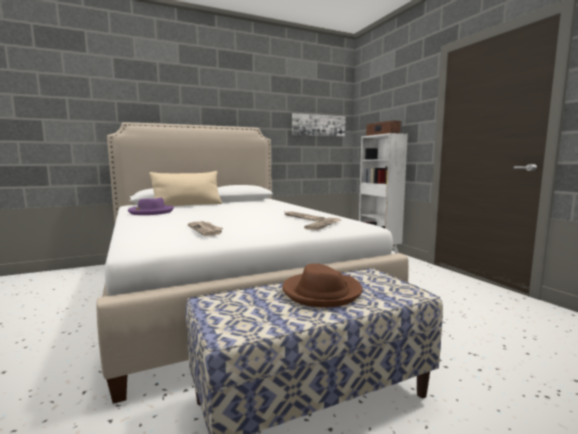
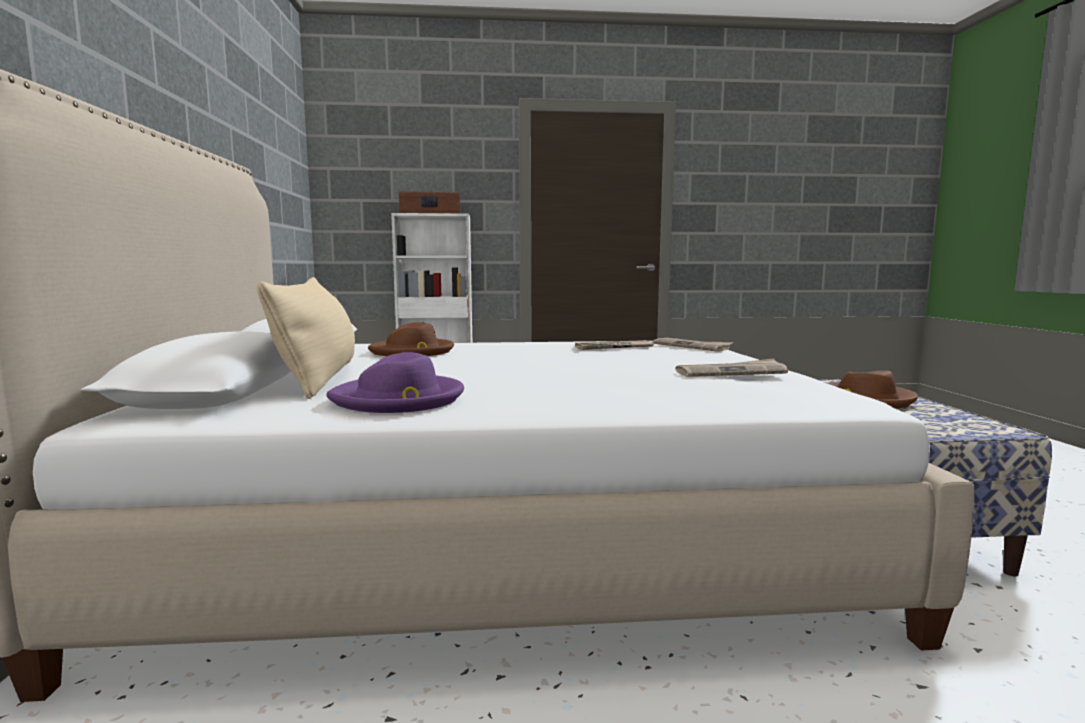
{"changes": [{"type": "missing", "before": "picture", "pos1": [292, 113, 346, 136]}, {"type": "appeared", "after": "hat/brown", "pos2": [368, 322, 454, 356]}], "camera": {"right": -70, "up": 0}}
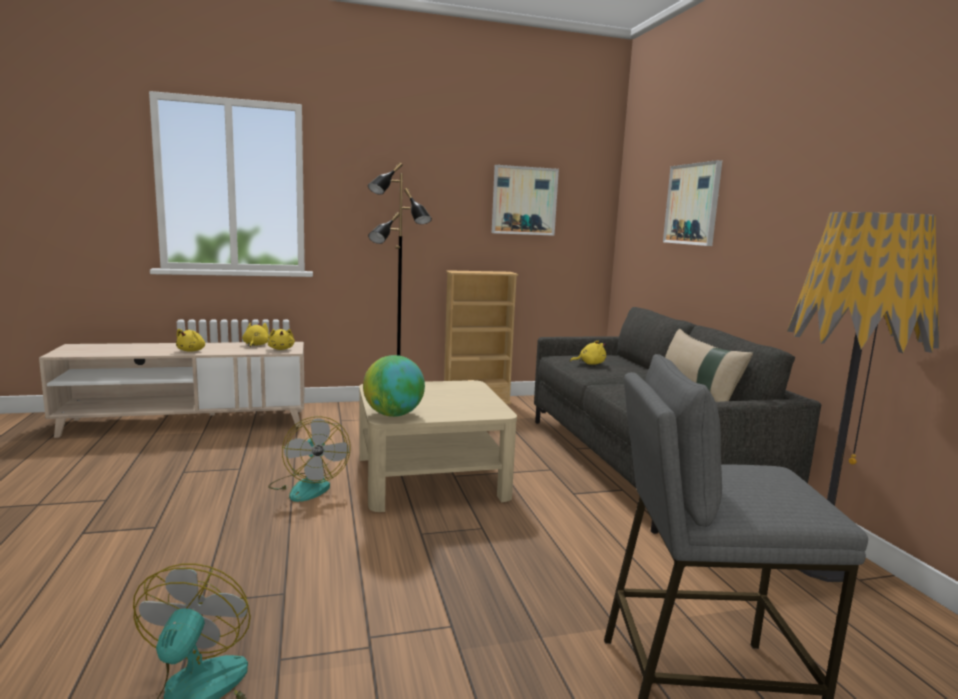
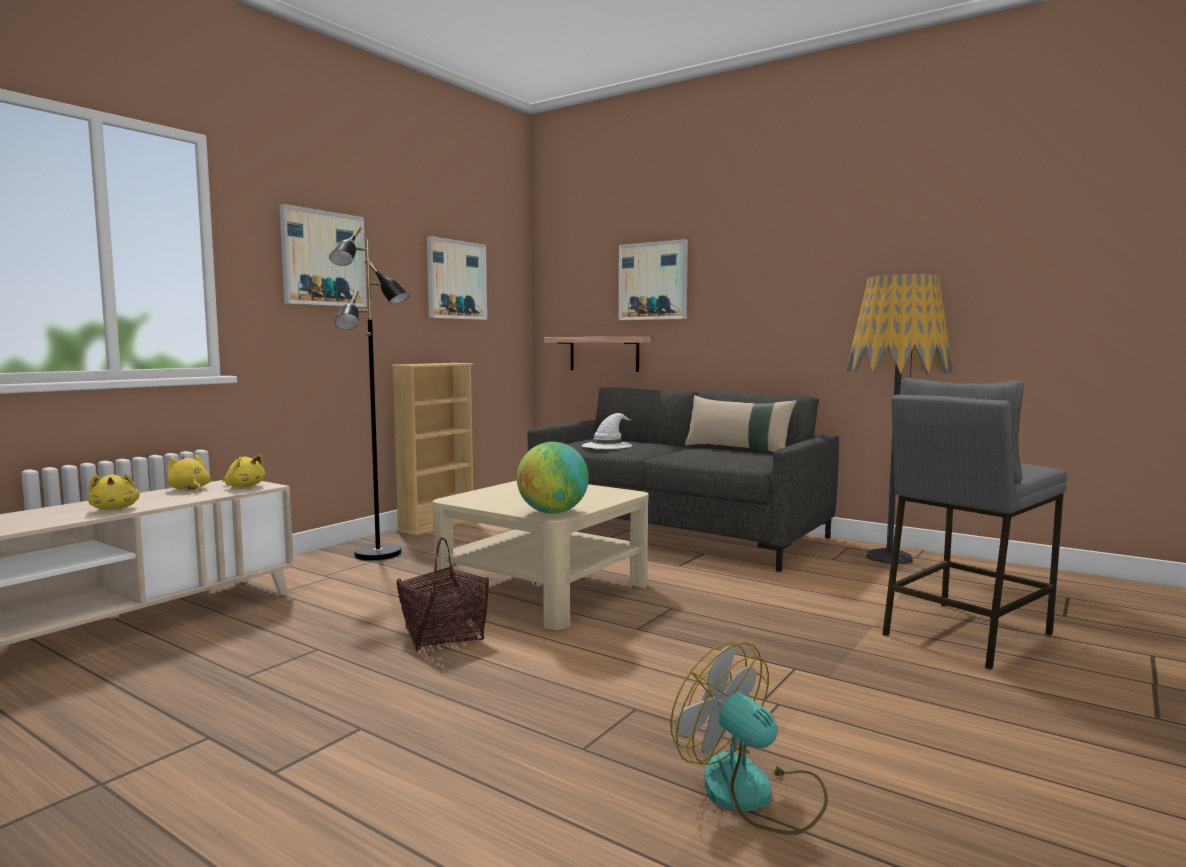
{"changes": [{"type": "exchanged", "before": "fan", "after": "basket", "pos1": [268, 416, 350, 502], "pos2": [396, 537, 489, 652]}, {"type": "exchanged", "before": "plush toy/yellow", "after": "hat/white", "pos1": [570, 340, 606, 365], "pos2": [582, 413, 633, 449]}, {"type": "appeared", "after": "picture", "pos2": [280, 204, 367, 307]}, {"type": "appeared", "after": "shelf", "pos2": [544, 337, 651, 372]}], "camera": {"right": -40, "up": -5}}
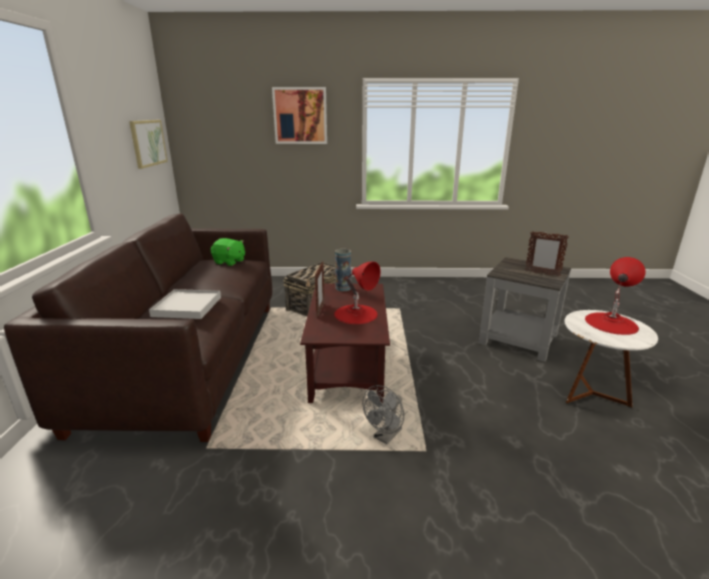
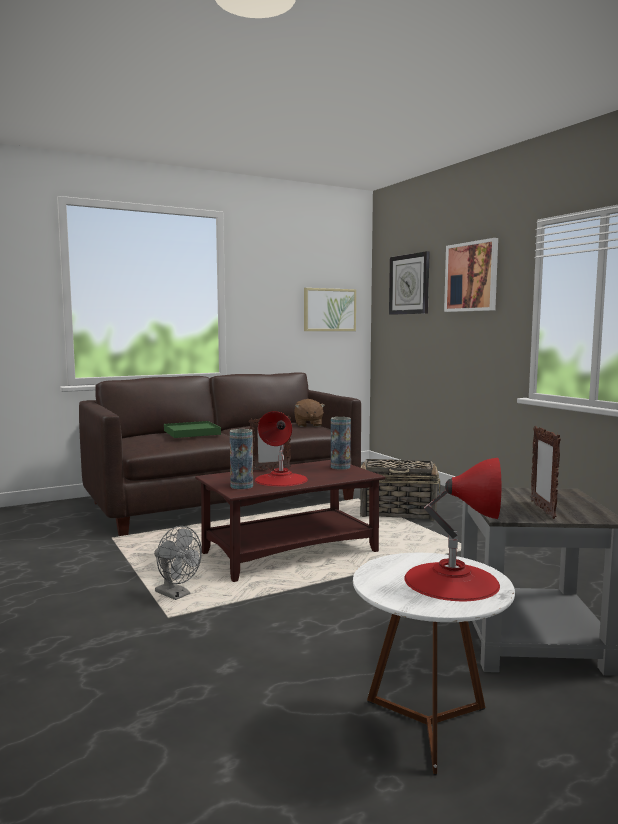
{"changes": [{"type": "colour", "before": "tray/white", "after": "tray/green", "pos1": [149, 289, 221, 319], "pos2": [164, 421, 221, 438]}, {"type": "colour", "before": "plush toy/green", "after": "plush toy/brown", "pos1": [211, 238, 245, 266], "pos2": [294, 399, 325, 427]}, {"type": "spun", "before": "fan/grey", "pos1": [363, 385, 404, 444], "pos2": [154, 526, 202, 600], "turn": -150}, {"type": "appeared", "after": "vase", "pos2": [230, 429, 253, 489]}, {"type": "appeared", "after": "wall clock", "pos2": [389, 251, 430, 315]}], "camera": {"right": 60, "up": -15}}
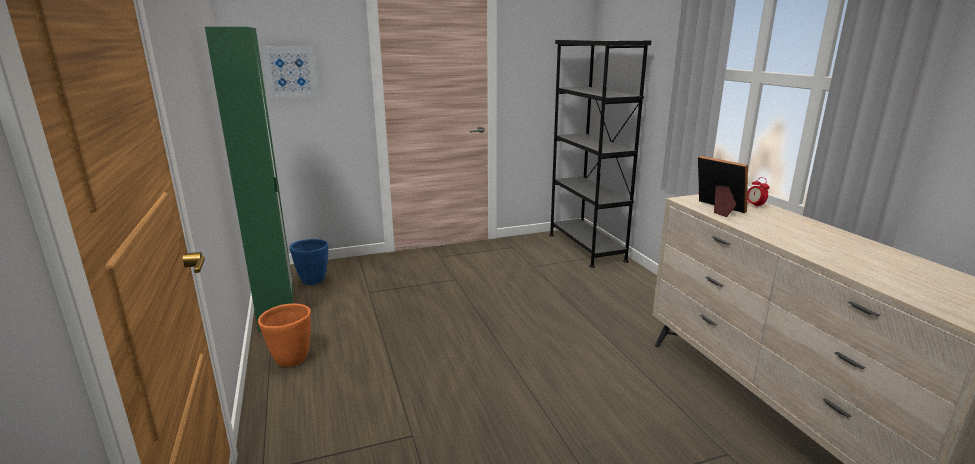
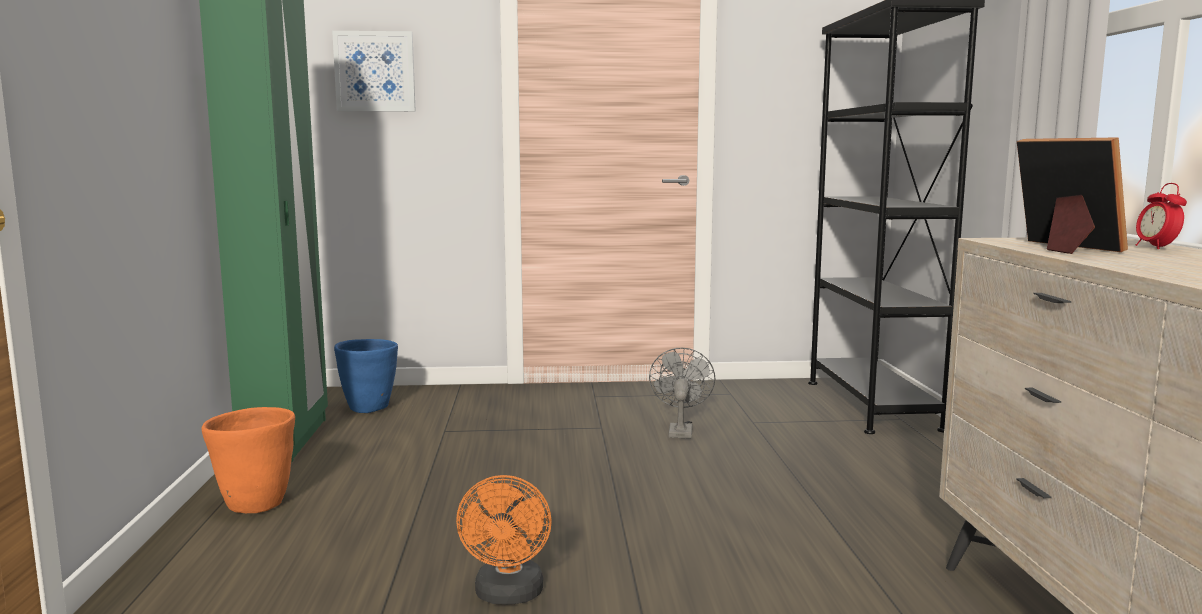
{"changes": [{"type": "appeared", "after": "fan/orange", "pos2": [456, 475, 552, 605]}, {"type": "appeared", "after": "fan/grey", "pos2": [649, 348, 715, 439]}], "camera": {"right": 15, "up": -10}}
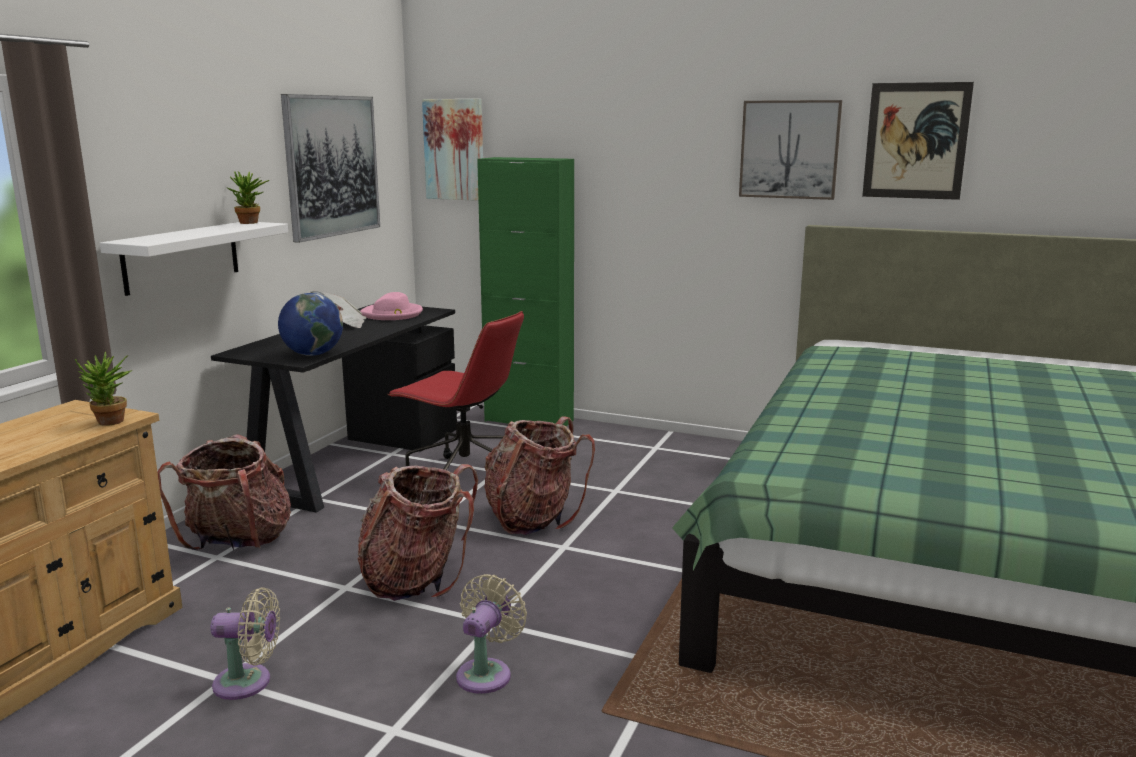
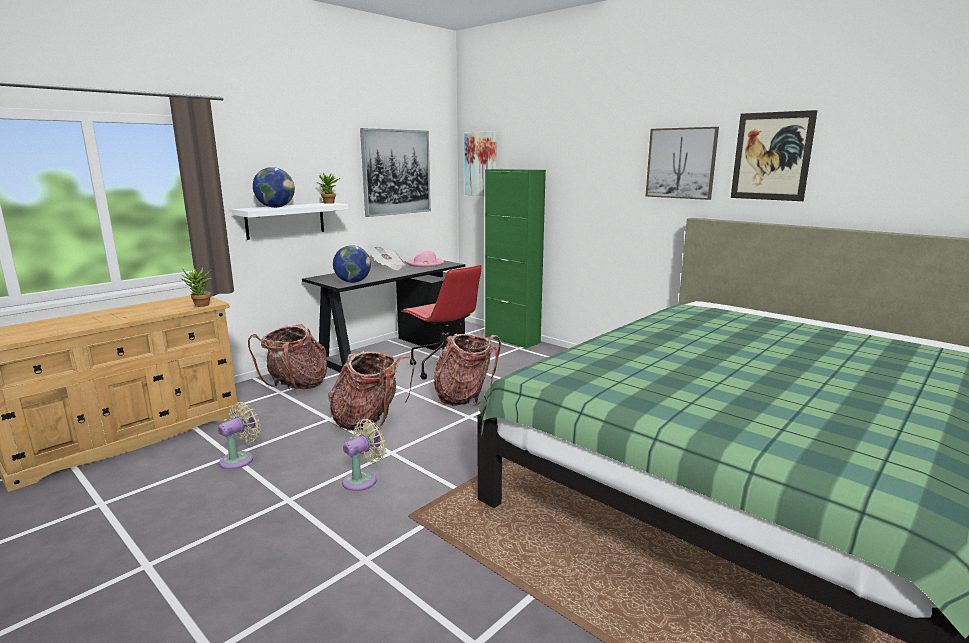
{"changes": [{"type": "spun", "before": "fan/beige", "pos1": [210, 587, 280, 700], "pos2": [218, 402, 261, 470], "turn": -75}, {"type": "appeared", "after": "globe", "pos2": [253, 167, 295, 208]}], "camera": {"right": 20, "up": 0}}
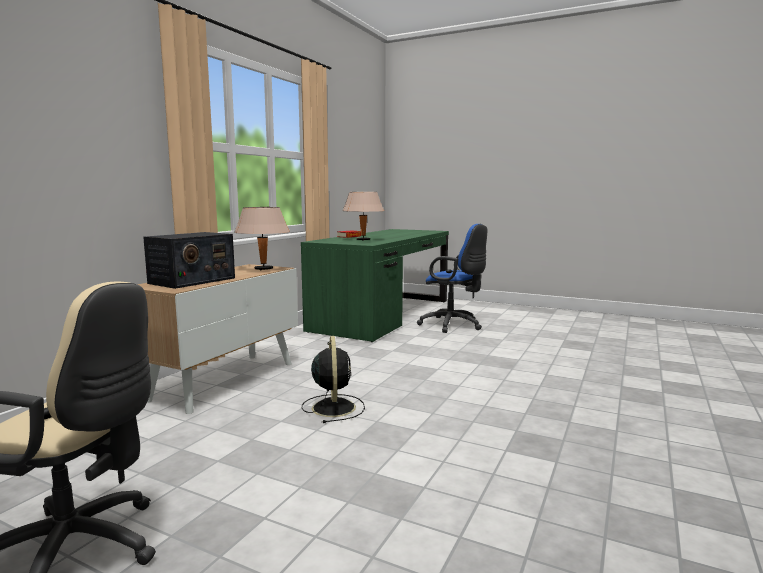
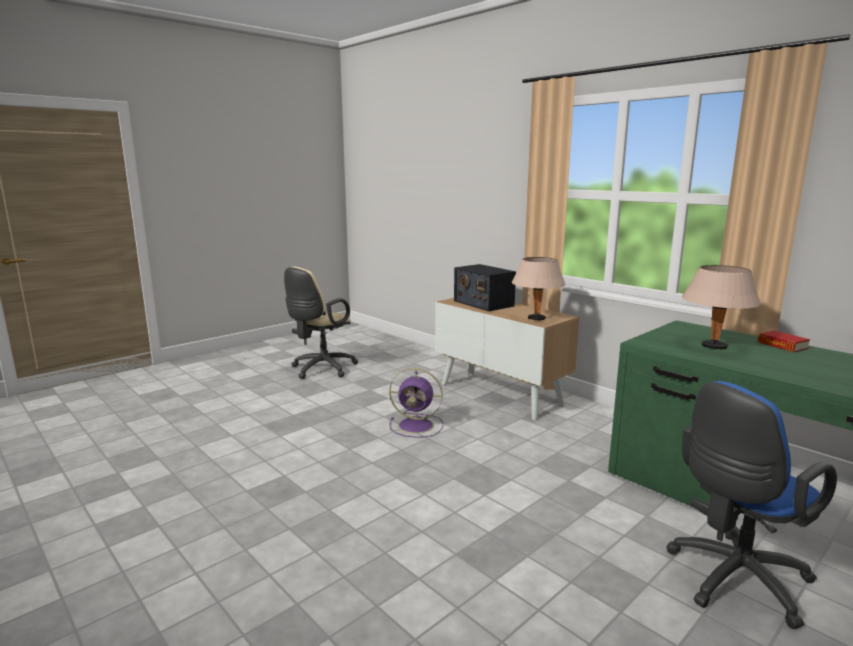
{"changes": [{"type": "colour", "before": "fan/black", "after": "fan/purple", "pos1": [302, 336, 365, 423], "pos2": [389, 368, 444, 438]}], "camera": {"right": 110, "up": 5}}
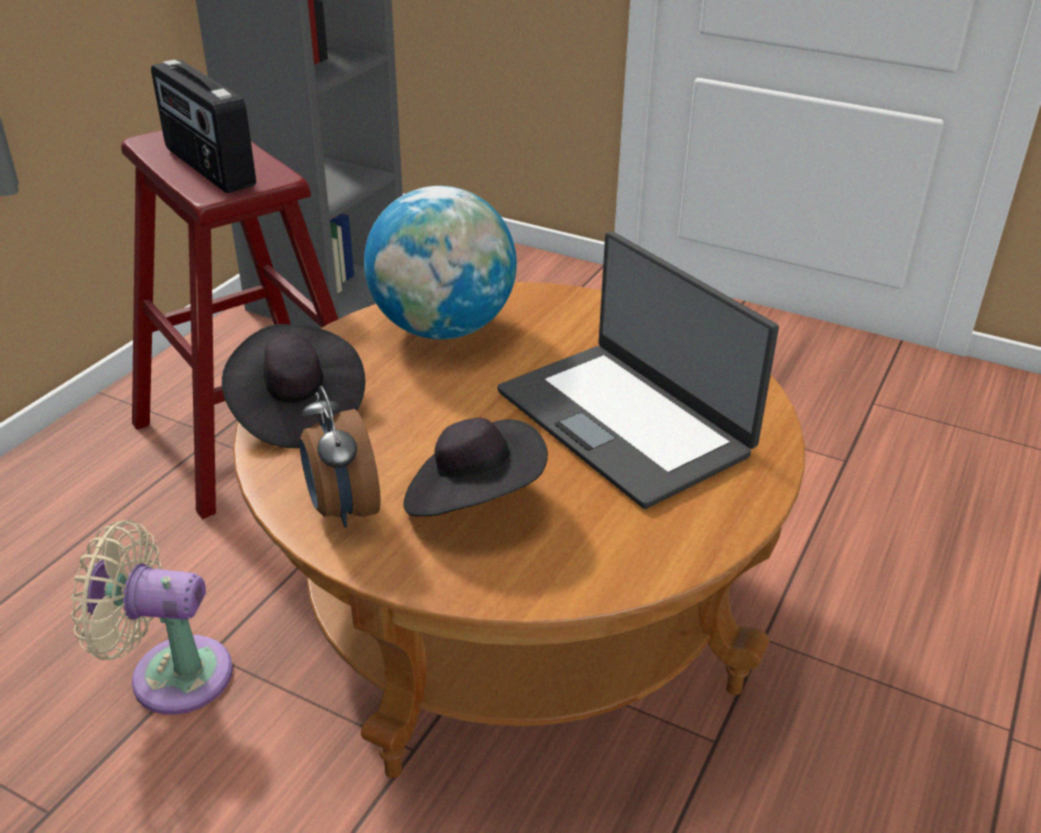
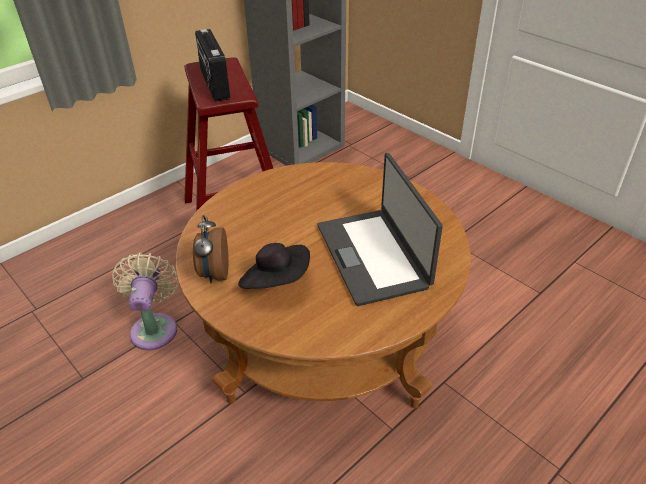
{"changes": [{"type": "spun", "before": "fan/beige", "pos1": [71, 520, 233, 715], "pos2": [112, 253, 178, 350], "turn": 60}, {"type": "missing", "before": "hat/black", "pos1": [222, 324, 365, 448]}, {"type": "missing", "before": "globe", "pos1": [364, 186, 517, 340]}], "camera": {"right": 20, "up": 5}}
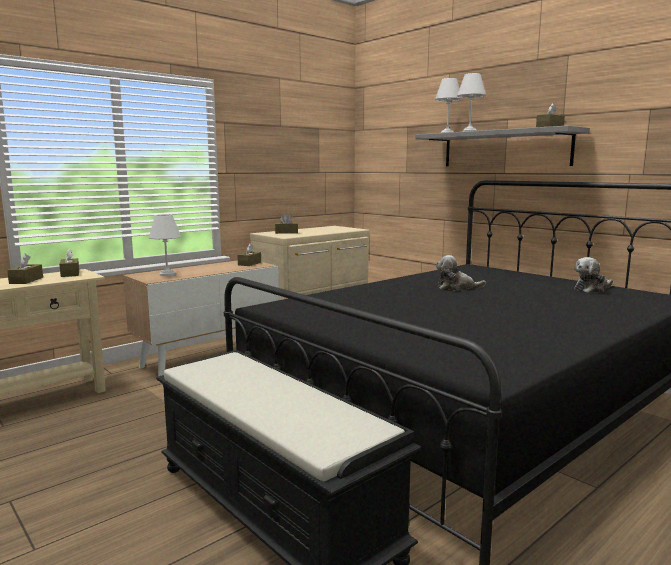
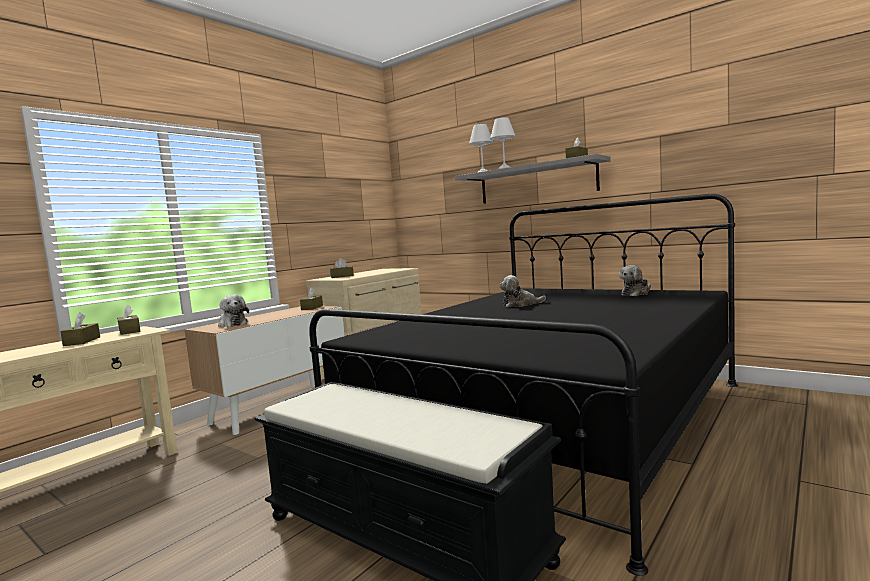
{"changes": [{"type": "exchanged", "before": "table lamp/white", "after": "plush toy", "pos1": [149, 214, 181, 276], "pos2": [218, 295, 249, 327]}], "camera": {"right": -10, "up": -5}}
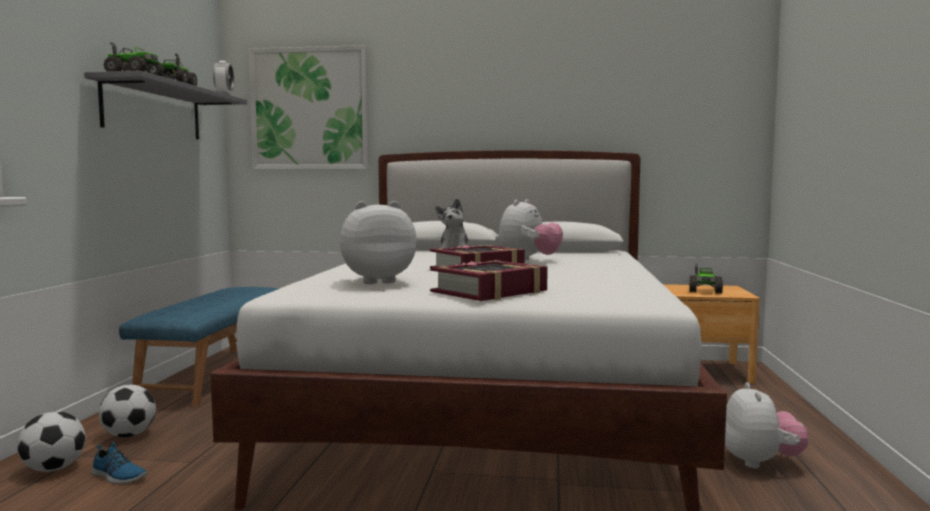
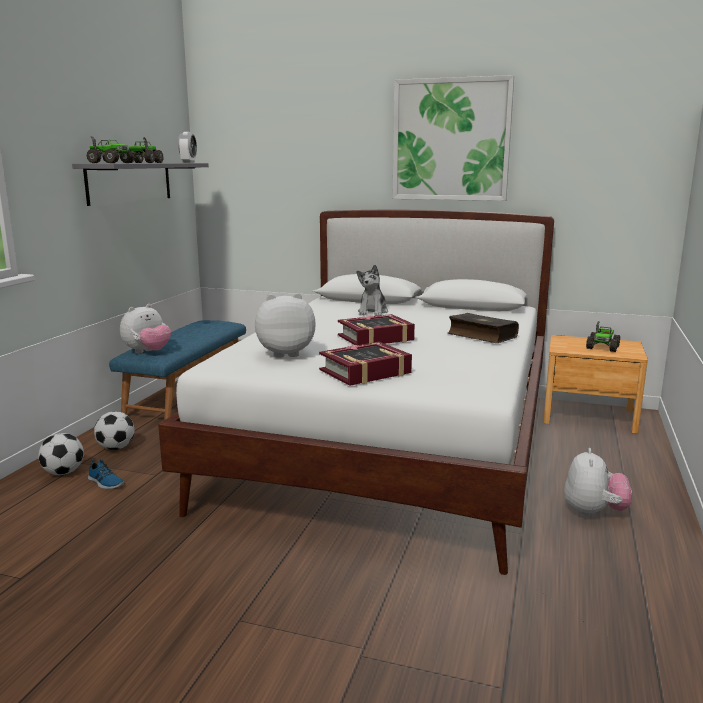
{"changes": [{"type": "relocated", "before": "picture", "pos1": [249, 45, 369, 170], "pos2": [392, 75, 514, 201]}, {"type": "relocated", "before": "plush toy", "pos1": [499, 199, 563, 260], "pos2": [120, 304, 171, 353]}, {"type": "appeared", "after": "book", "pos2": [448, 313, 519, 343]}], "camera": {"right": 10, "up": 10}}
